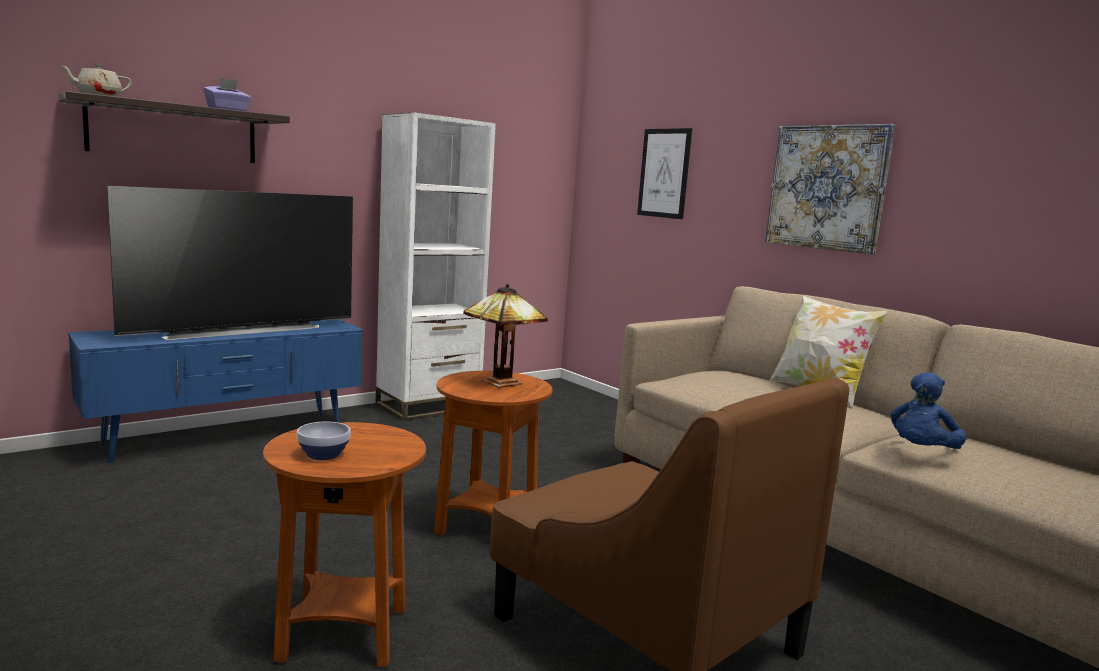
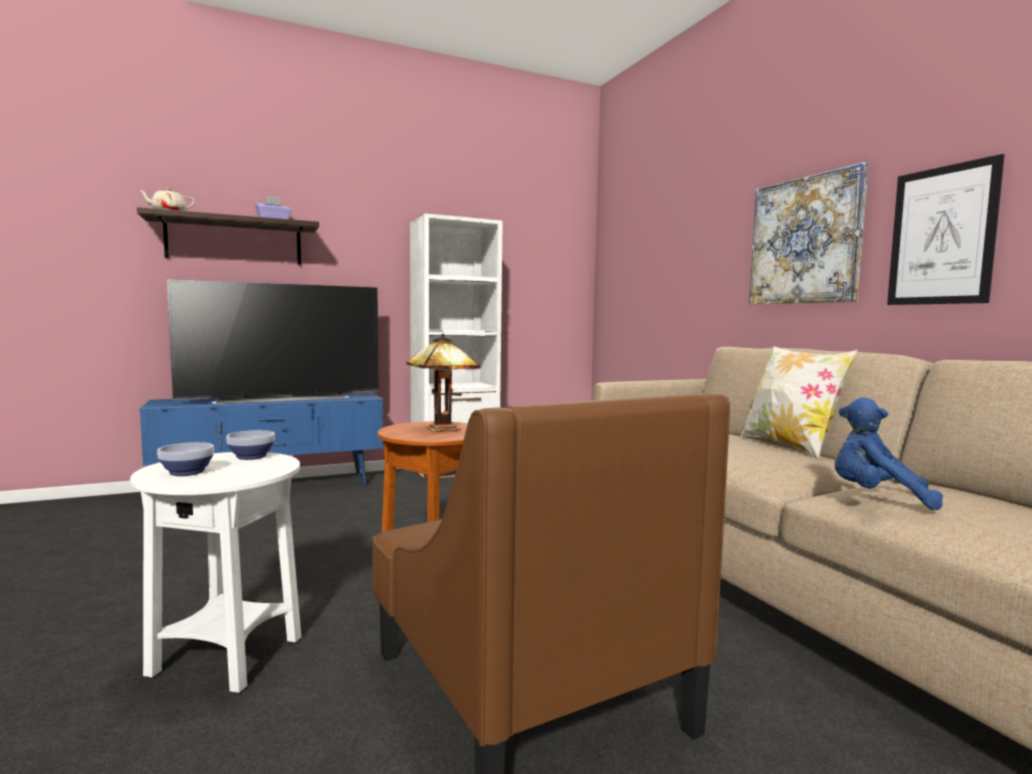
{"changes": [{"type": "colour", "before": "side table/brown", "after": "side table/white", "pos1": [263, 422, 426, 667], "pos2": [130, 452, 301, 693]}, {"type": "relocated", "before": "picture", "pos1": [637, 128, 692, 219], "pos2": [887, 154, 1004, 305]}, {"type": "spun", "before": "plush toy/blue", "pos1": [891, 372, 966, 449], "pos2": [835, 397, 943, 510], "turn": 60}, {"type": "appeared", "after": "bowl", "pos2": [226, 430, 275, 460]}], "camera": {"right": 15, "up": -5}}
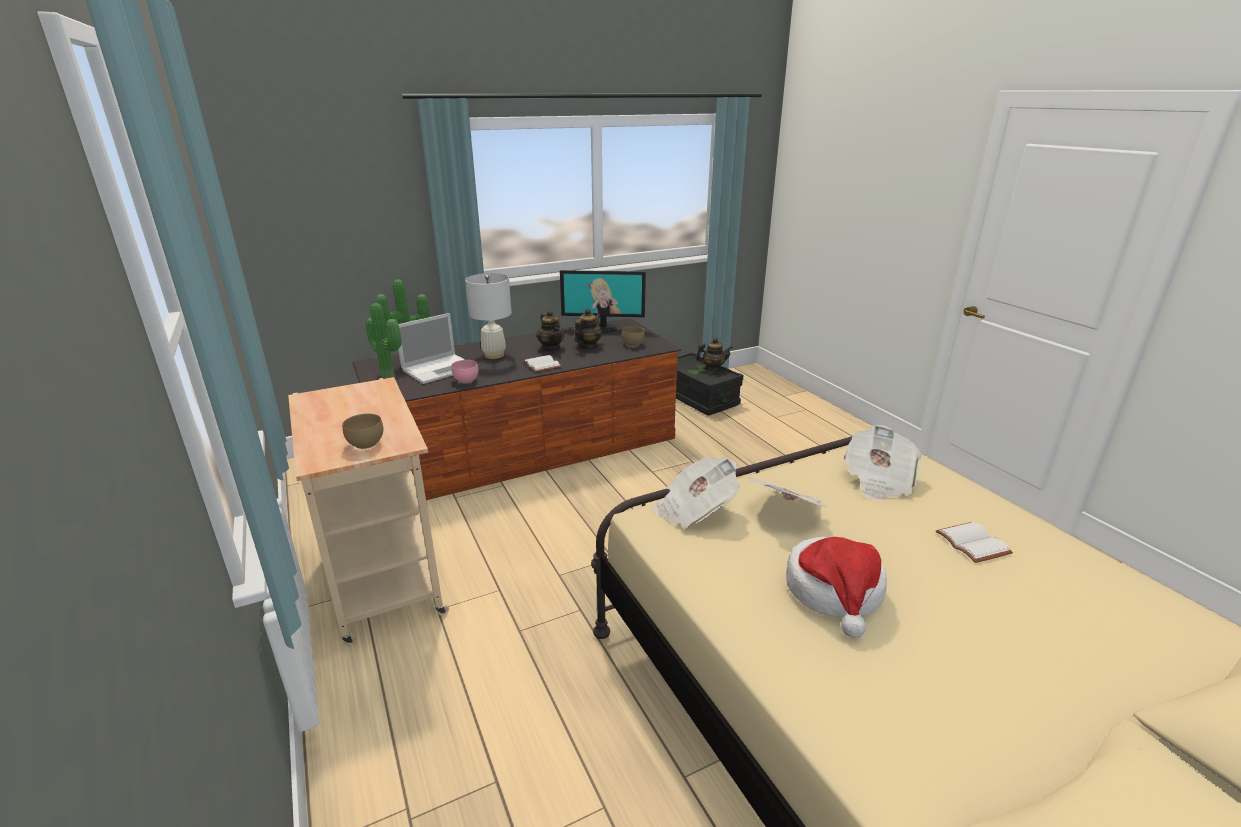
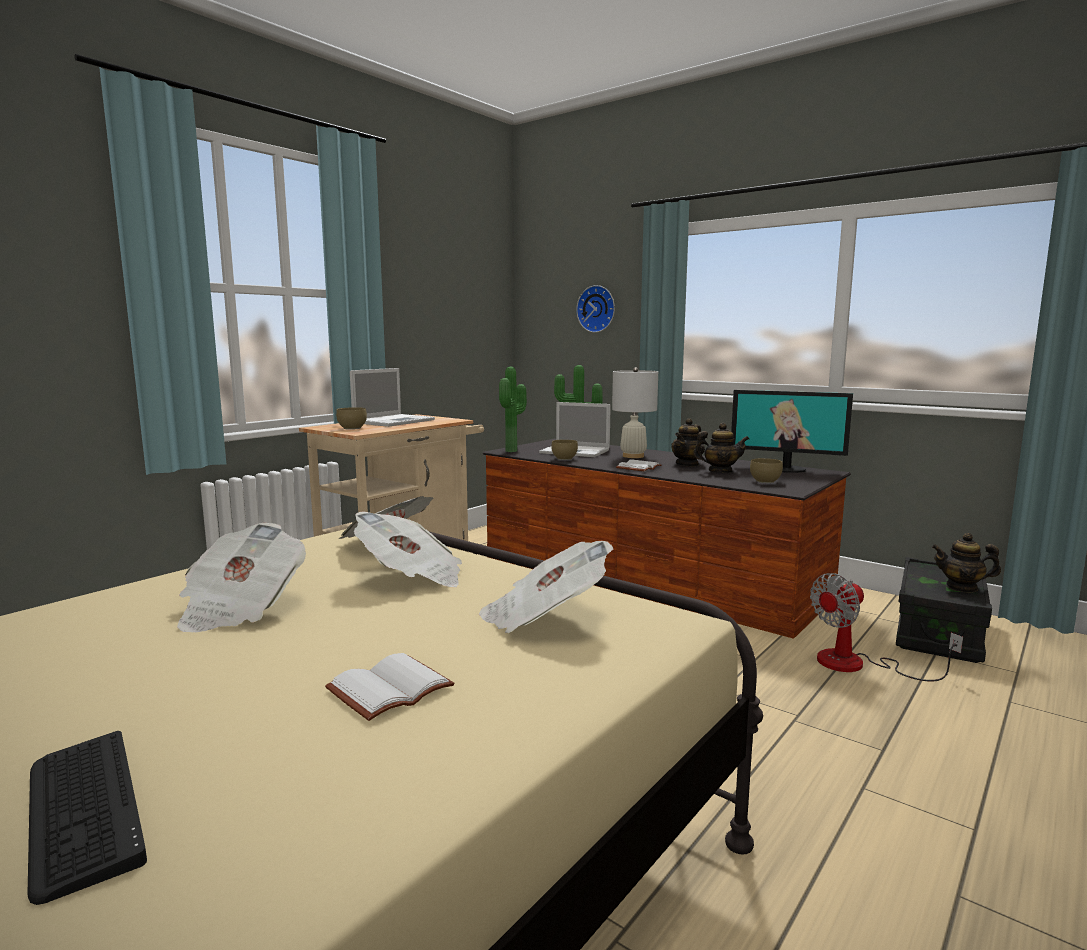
{"changes": [{"type": "colour", "before": "bowl/pink", "after": "bowl/brown", "pos1": [451, 360, 479, 383], "pos2": [551, 440, 578, 460]}, {"type": "spun", "before": "monitor", "pos1": [560, 270, 646, 333], "pos2": [731, 390, 853, 473], "turn": -45}, {"type": "spun", "before": "teapot", "pos1": [695, 338, 733, 371], "pos2": [932, 533, 1001, 593], "turn": 135}, {"type": "exchanged", "before": "hat", "after": "newspaper", "pos1": [786, 536, 887, 638], "pos2": [177, 523, 306, 632]}, {"type": "appeared", "after": "keyboard", "pos2": [27, 731, 147, 905]}, {"type": "appeared", "after": "laptop", "pos2": [350, 368, 435, 427]}, {"type": "appeared", "after": "wall clock", "pos2": [576, 285, 615, 333]}, {"type": "appeared", "after": "fan", "pos2": [810, 573, 963, 682]}], "camera": {"right": 65, "up": -15}}
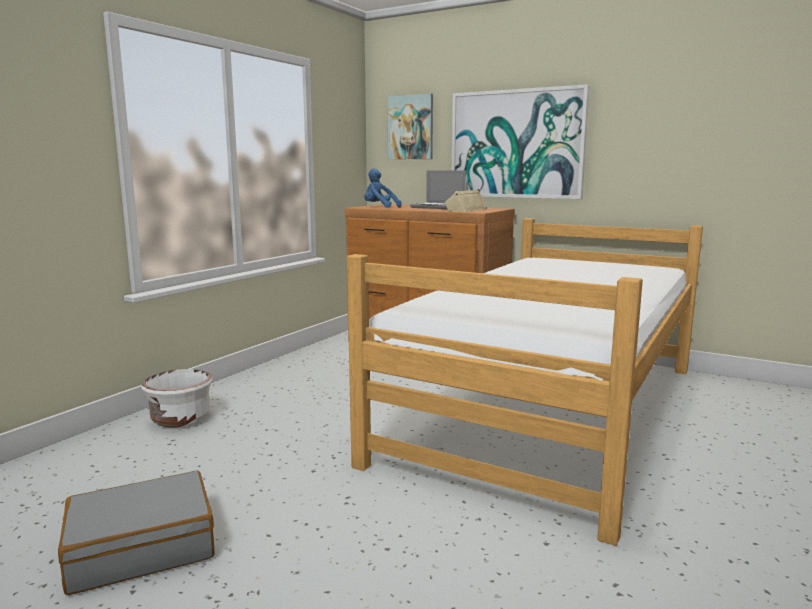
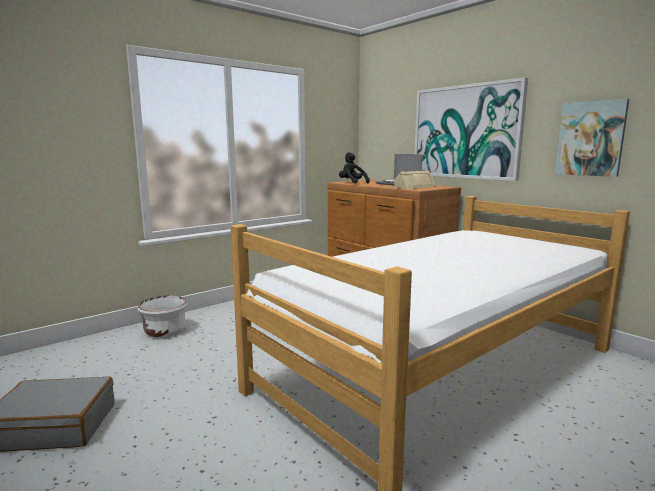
{"changes": [{"type": "colour", "before": "plush toy/blue", "after": "plush toy/black", "pos1": [364, 168, 402, 208], "pos2": [339, 152, 370, 183]}, {"type": "relocated", "before": "picture", "pos1": [387, 93, 433, 159], "pos2": [555, 99, 629, 177]}], "camera": {"right": 20, "up": 0}}
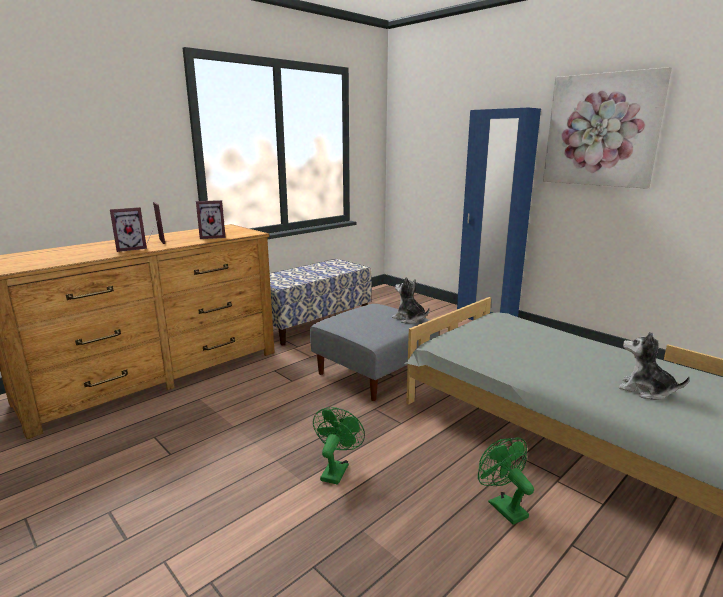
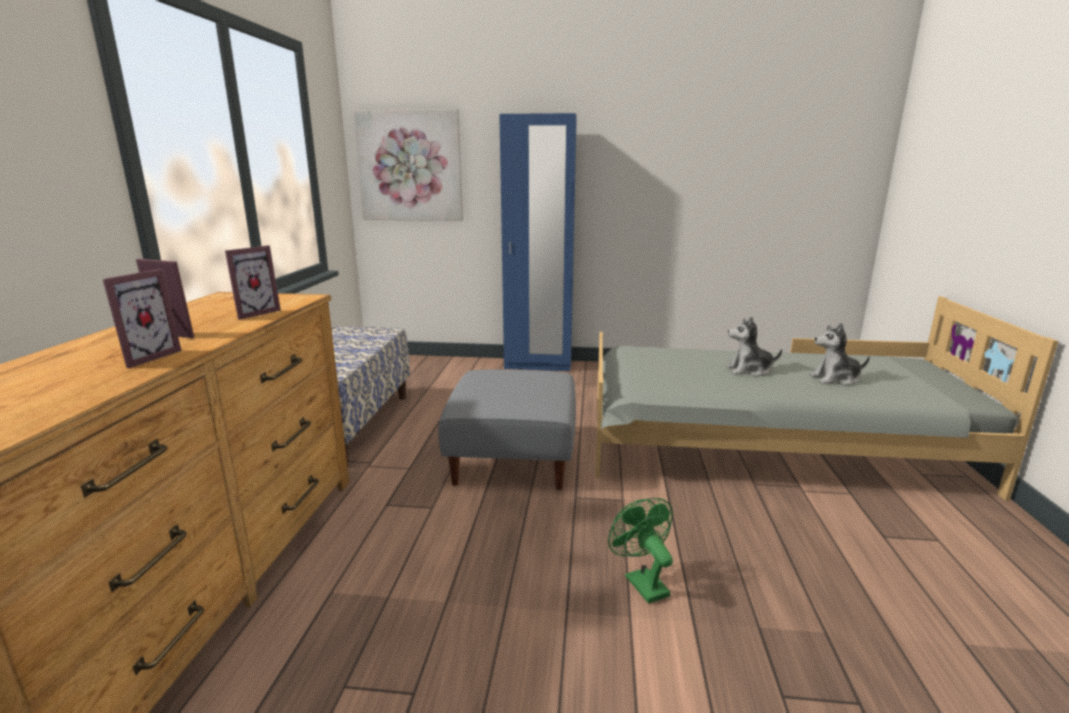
{"changes": [{"type": "relocated", "before": "plush toy", "pos1": [392, 277, 430, 324], "pos2": [726, 316, 782, 377]}, {"type": "missing", "before": "fan/green", "pos1": [478, 438, 534, 525]}, {"type": "relocated", "before": "picture", "pos1": [543, 67, 672, 189], "pos2": [353, 109, 463, 221]}], "camera": {"right": -40, "up": 0}}
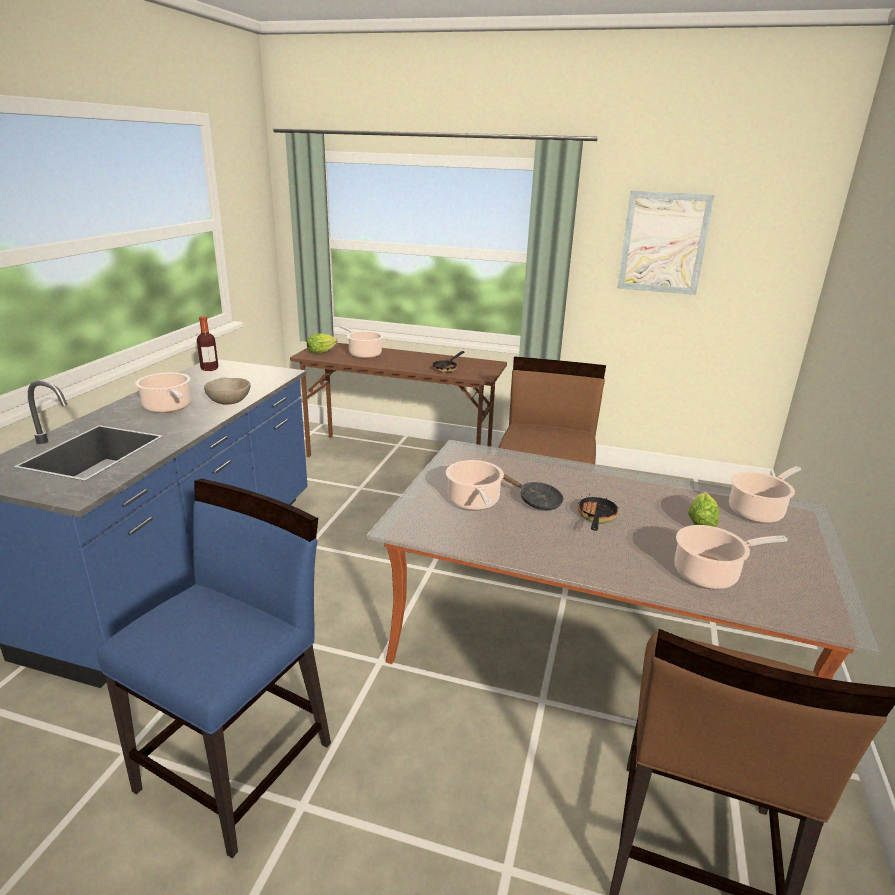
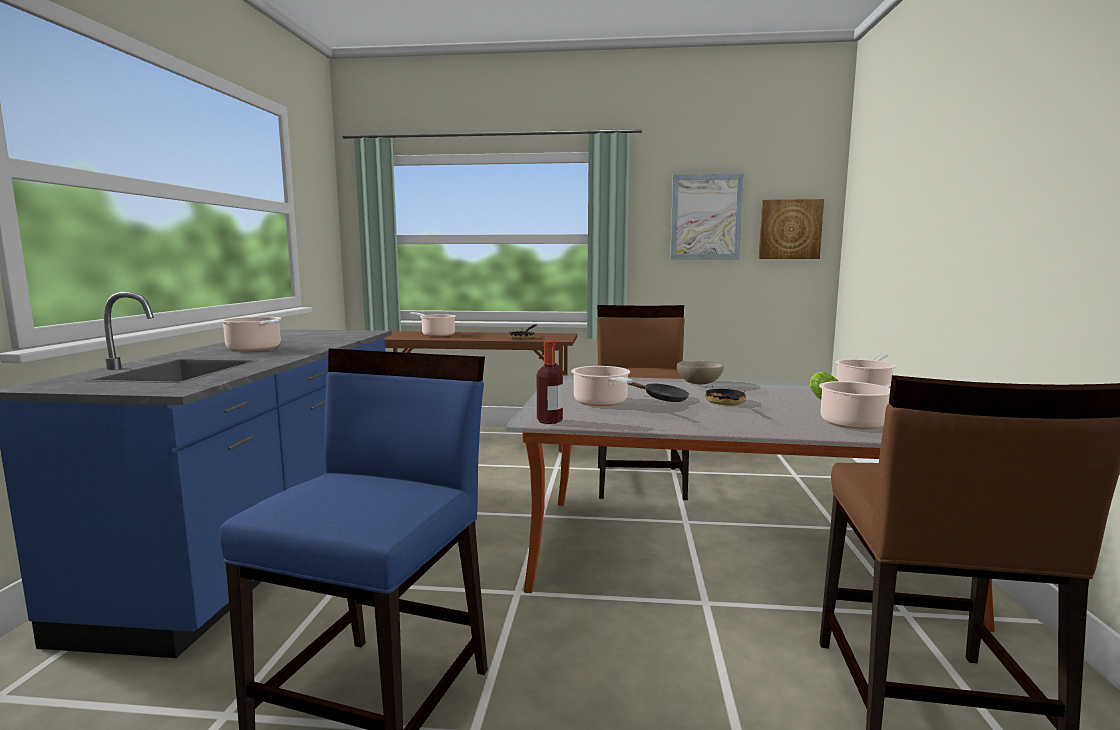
{"changes": [{"type": "relocated", "before": "bottle", "pos1": [197, 316, 219, 371], "pos2": [537, 340, 563, 424]}, {"type": "relocated", "before": "bowl/beige", "pos1": [204, 378, 250, 405], "pos2": [677, 361, 724, 384]}, {"type": "missing", "before": "lettuce", "pos1": [307, 333, 337, 354]}, {"type": "appeared", "after": "picture", "pos2": [759, 199, 824, 259]}], "camera": {"right": -10, "up": -15}}
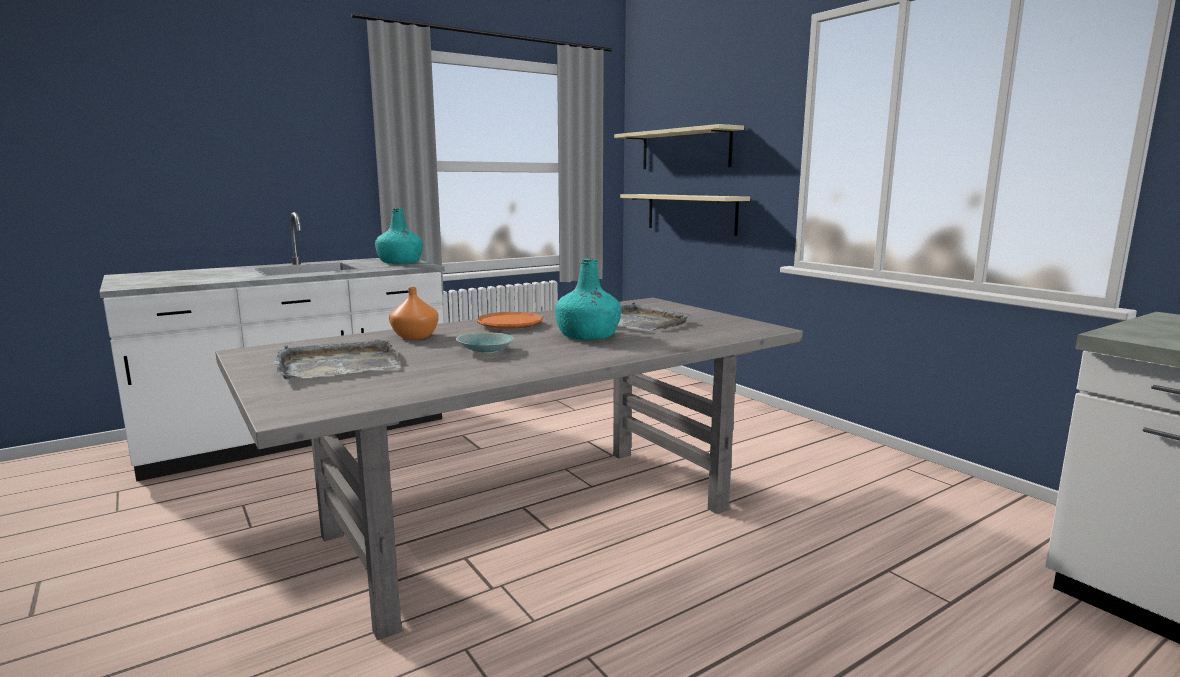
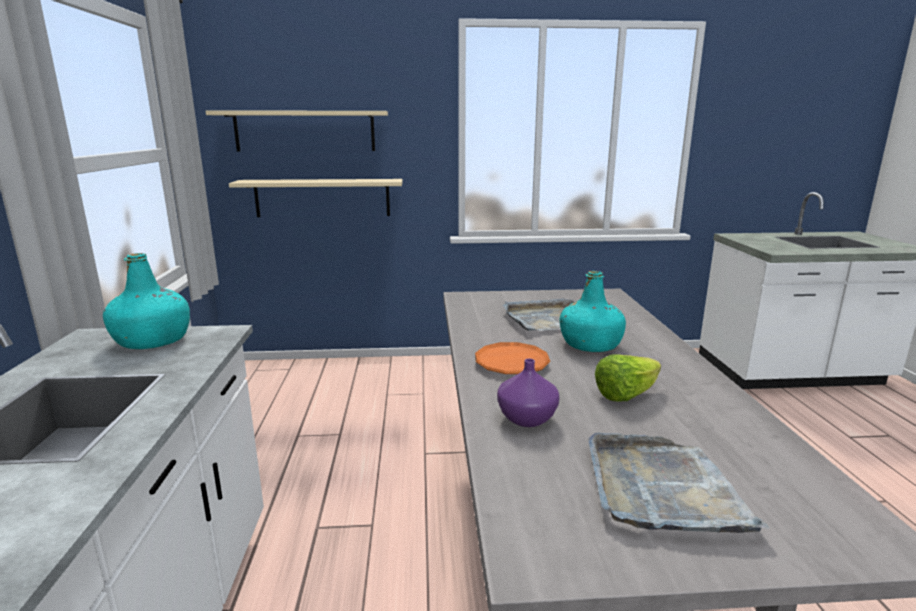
{"changes": [{"type": "colour", "before": "vase/orange", "after": "vase/purple", "pos1": [389, 287, 439, 339], "pos2": [497, 358, 559, 427]}, {"type": "exchanged", "before": "bowl/turquoise", "after": "lettuce", "pos1": [456, 333, 514, 354], "pos2": [595, 354, 661, 401]}], "camera": {"right": -60, "up": 5}}
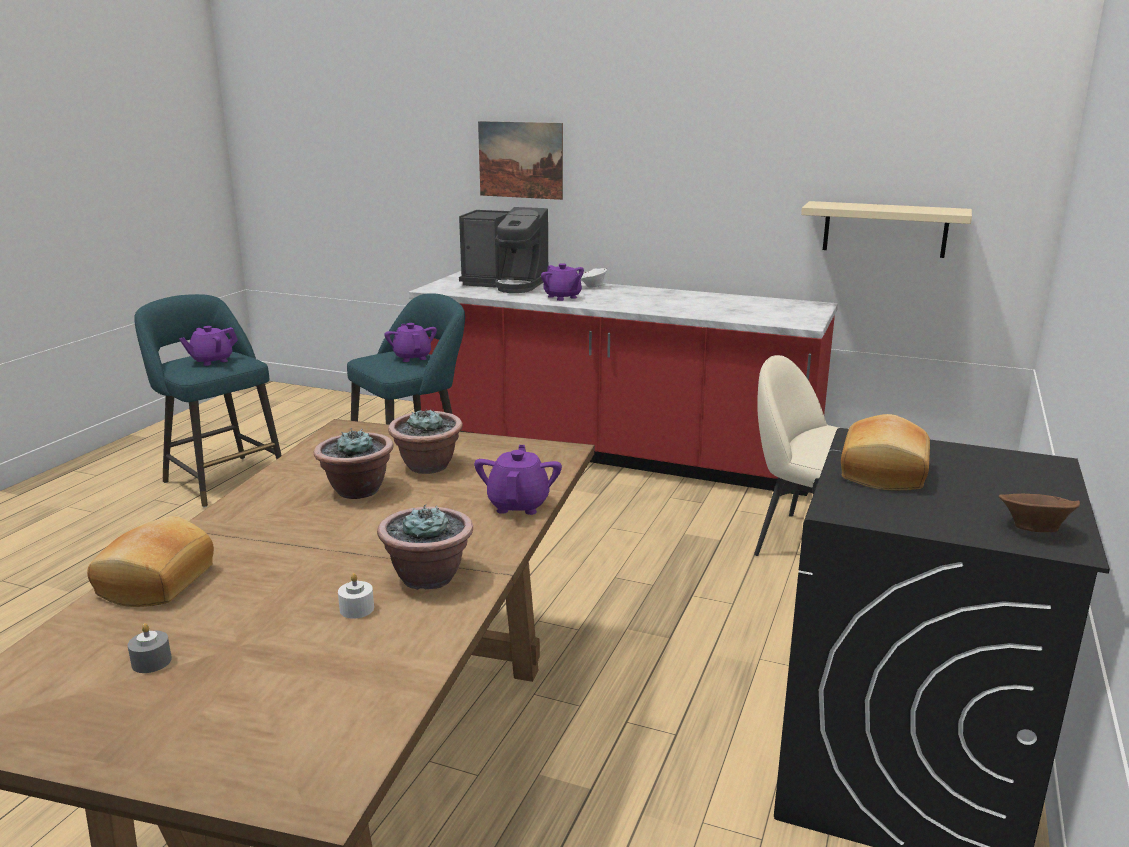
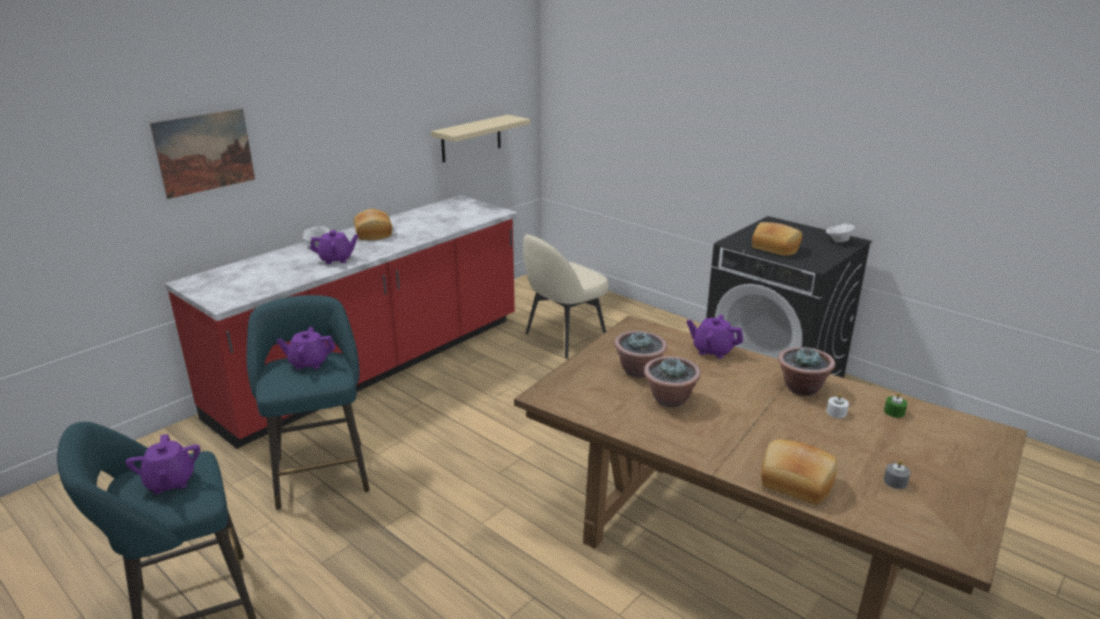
{"changes": [{"type": "missing", "before": "coffee machine", "pos1": [459, 207, 548, 293]}, {"type": "colour", "before": "bowl/brown", "after": "bowl/white", "pos1": [999, 494, 1080, 532], "pos2": [826, 224, 855, 242]}, {"type": "appeared", "after": "bread", "pos2": [354, 209, 392, 240]}, {"type": "appeared", "after": "candle/green", "pos2": [884, 392, 907, 418]}], "camera": {"right": -70, "up": 5}}
